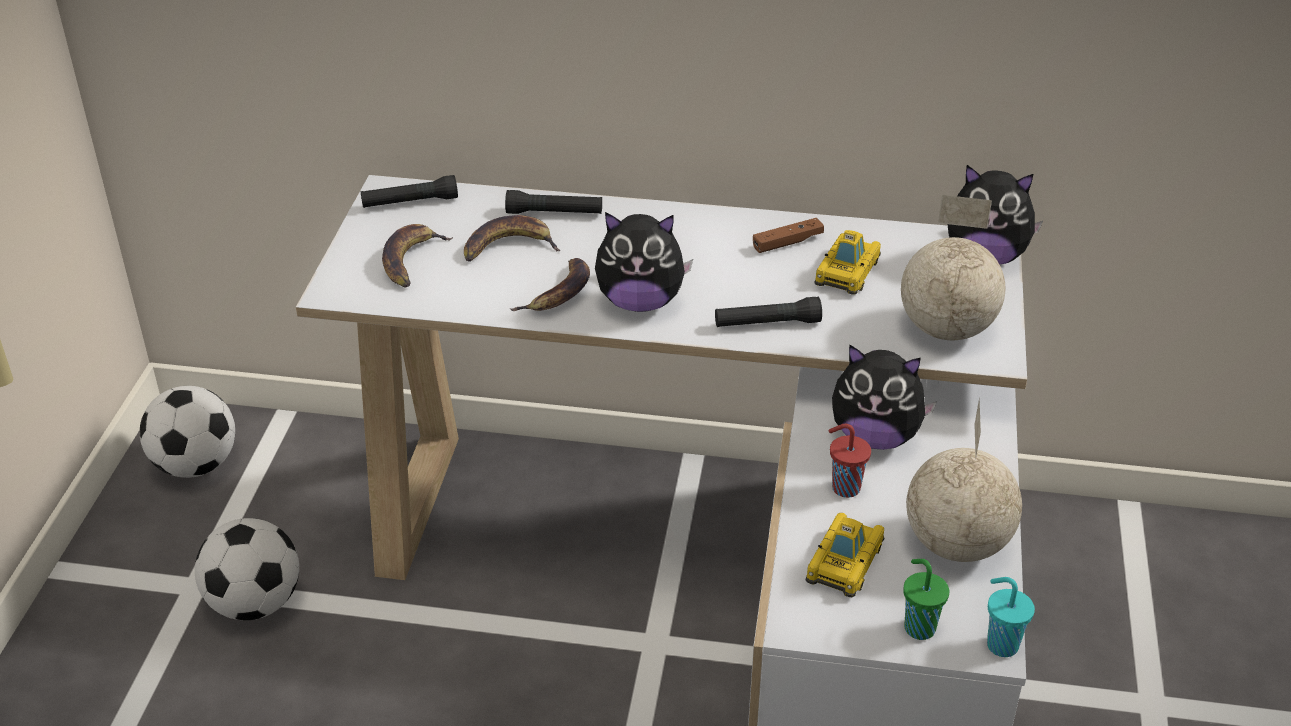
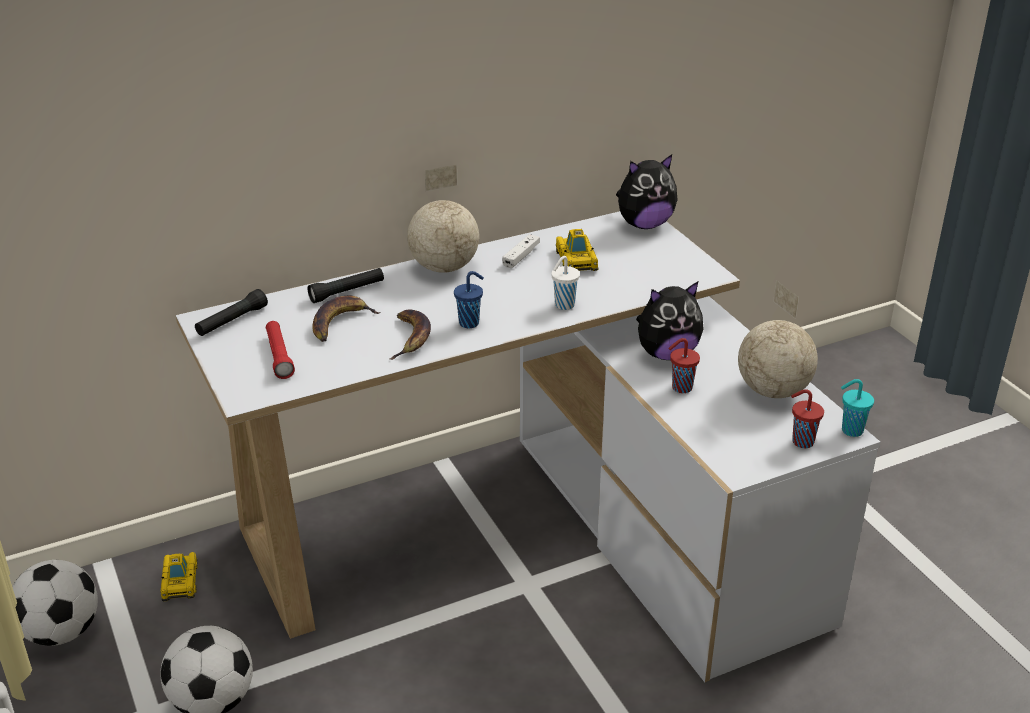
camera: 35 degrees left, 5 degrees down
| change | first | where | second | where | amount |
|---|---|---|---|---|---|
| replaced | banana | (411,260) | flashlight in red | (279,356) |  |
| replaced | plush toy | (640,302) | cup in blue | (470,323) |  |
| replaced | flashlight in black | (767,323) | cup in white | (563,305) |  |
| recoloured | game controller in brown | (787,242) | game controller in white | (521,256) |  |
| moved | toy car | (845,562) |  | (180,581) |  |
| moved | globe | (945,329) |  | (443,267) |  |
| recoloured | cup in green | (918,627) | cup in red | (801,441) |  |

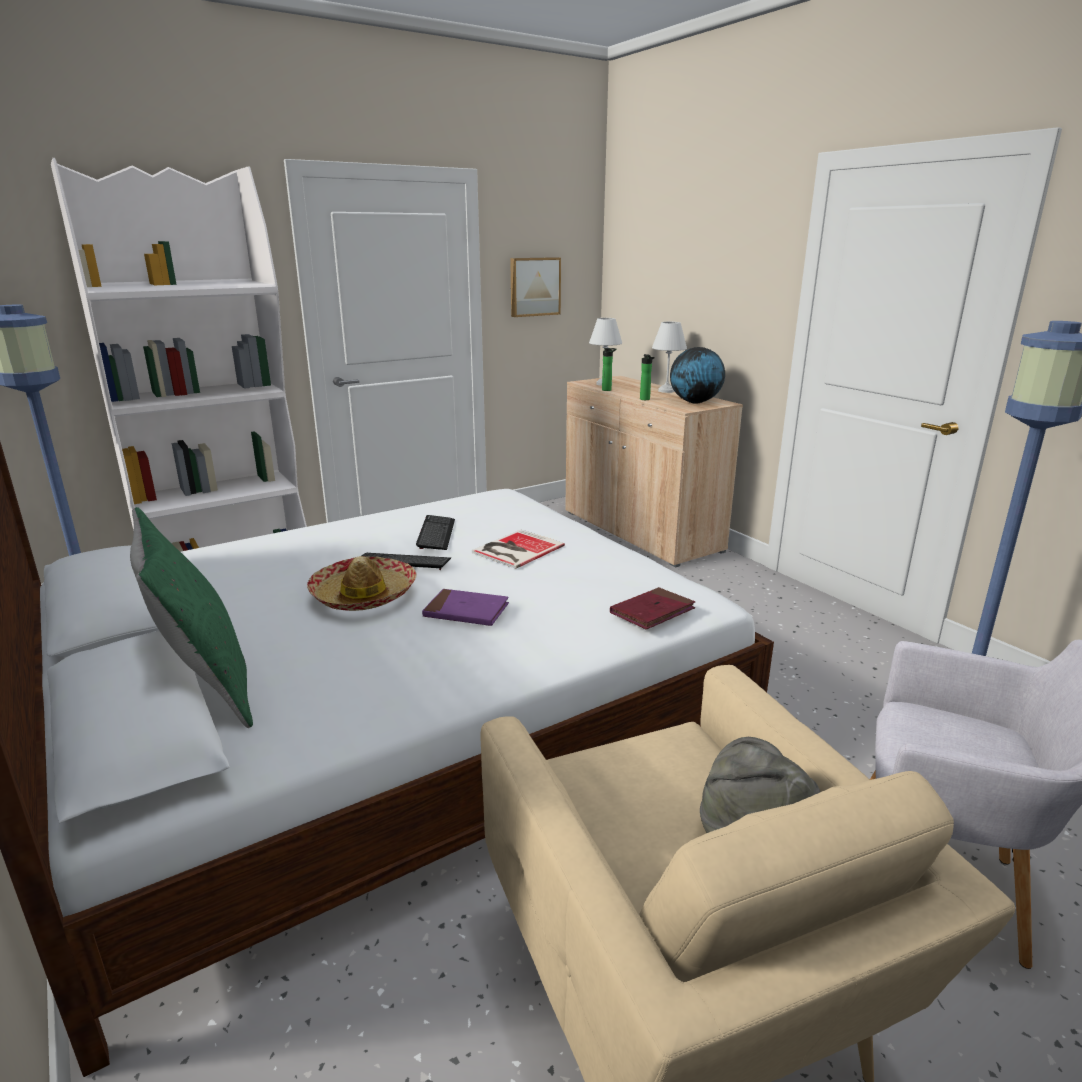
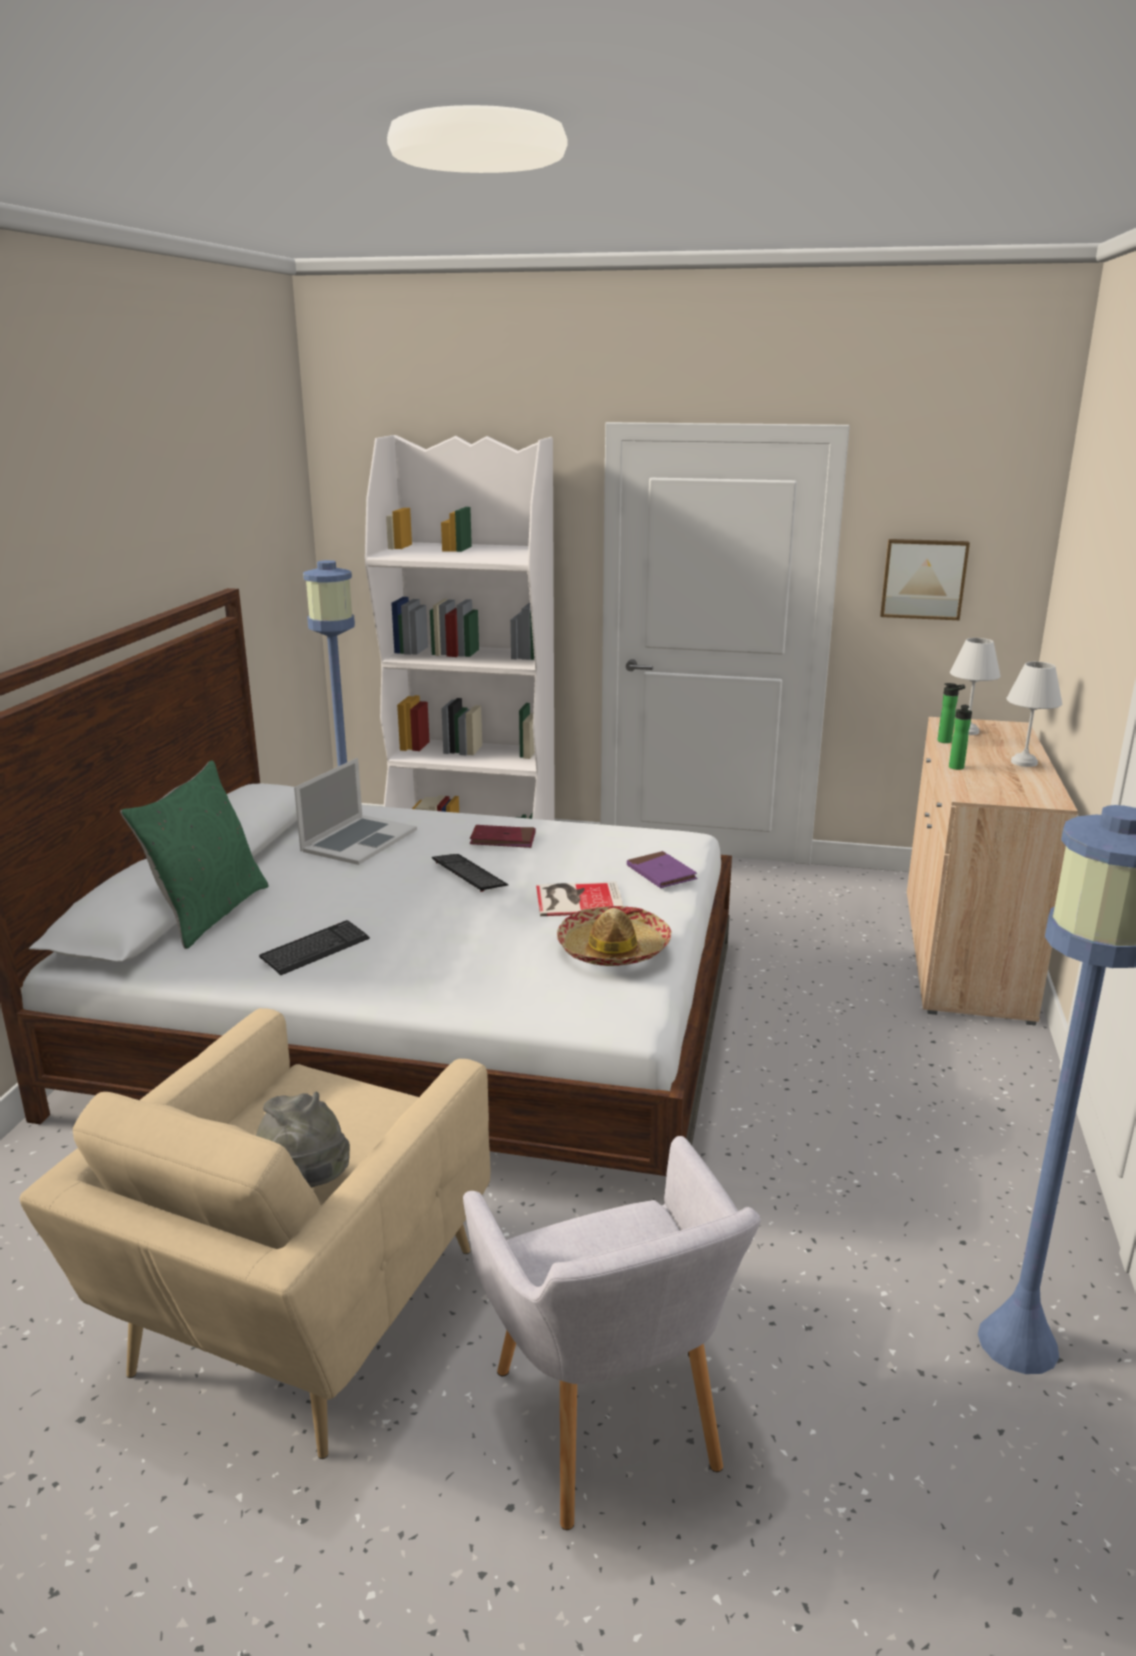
camera: 45 degrees right, 0 degrees up
| change | first | where | second | where | amount |
|---|---|---|---|---|---|
| moved | hat | (364,595) |  | (613,949) |  |
| moved | keyboard | (436,534) |  | (315,950) |  |
| moved | book in purple | (466,611) |  | (661,873) |  |
| moved | book in red | (652,612) |  | (503,840) |  |
| removed | globe | (695,402) |  |  |  |
| added |  |  | laptop | (358,840) |  |

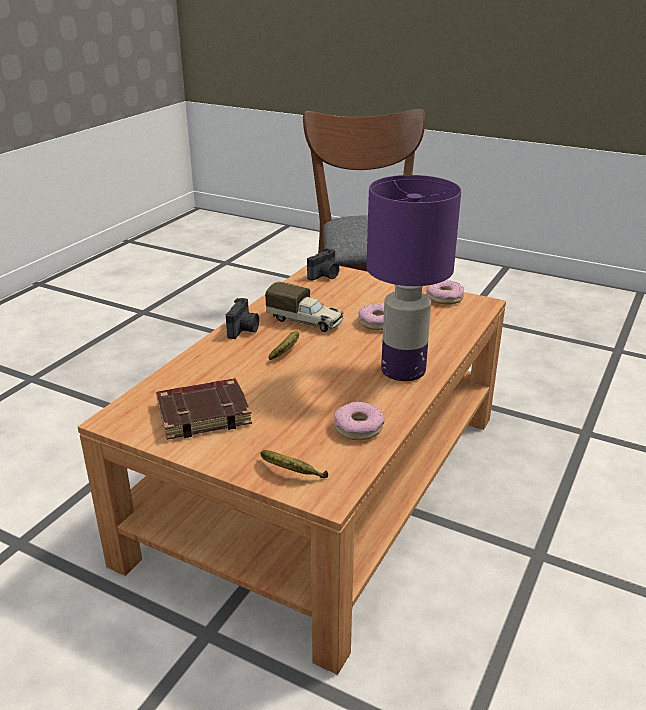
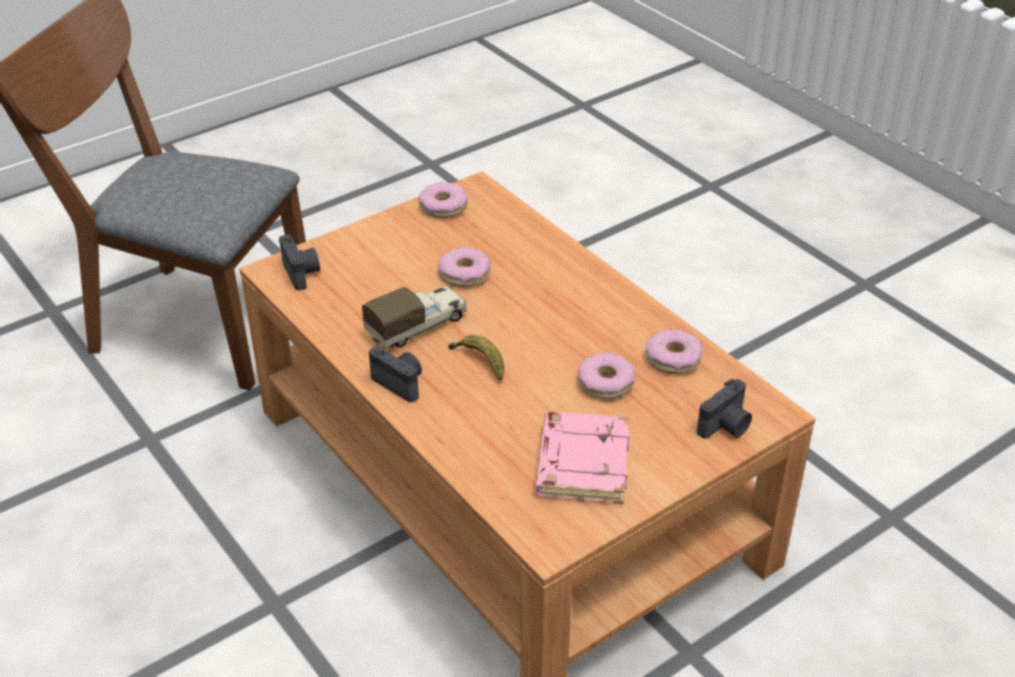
camera: 65 degrees left, 10 degrees up
| change | first | where | second | where | amount |
|---|---|---|---|---|---|
| recoloured | book in brown | (204,413) | book in pink | (581,463) |  |
| replaced | banana | (291,472) | photo camera | (726,426) |  |
| removed | table lamp in purple | (402,371) |  |  |  |
| added |  |  | donut | (605,383) |  |

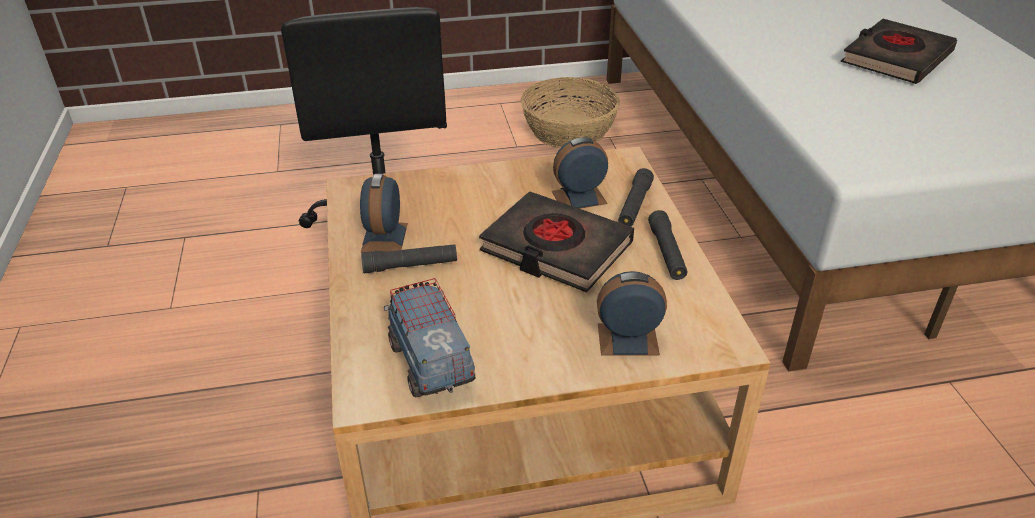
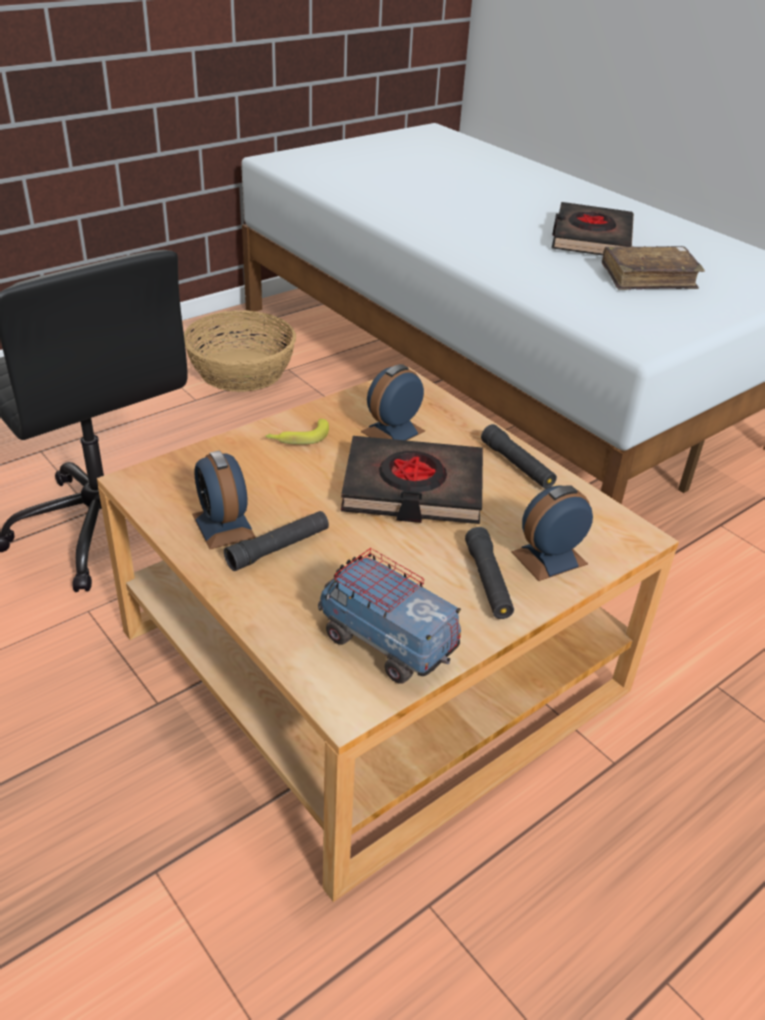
camera: 30 degrees left, 0 degrees up
| change | first | where | second | where | amount |
|---|---|---|---|---|---|
| moved | flashlight in black | (634,206) |  | (488,581) |  |
| added |  |  | banana | (298,438) |  |
| added |  |  | book in brown | (648,278) |  |

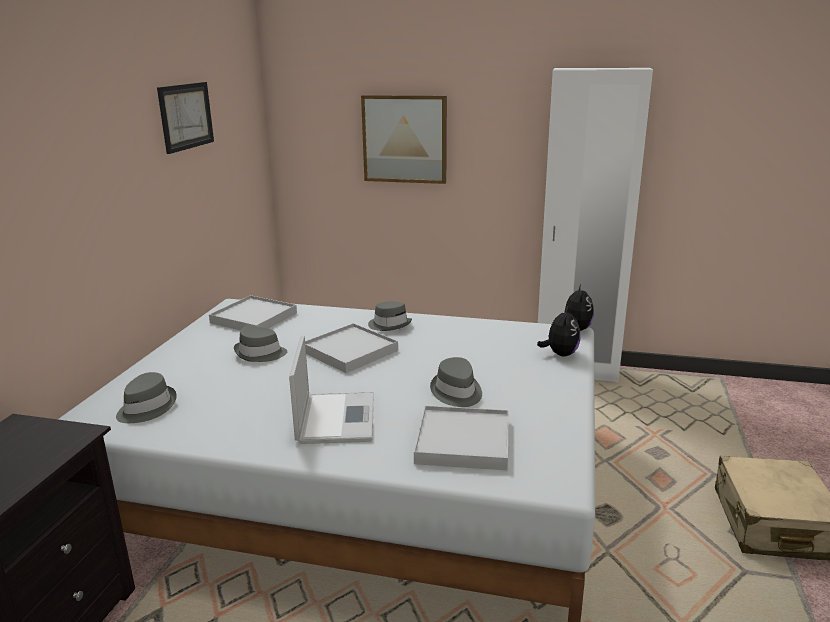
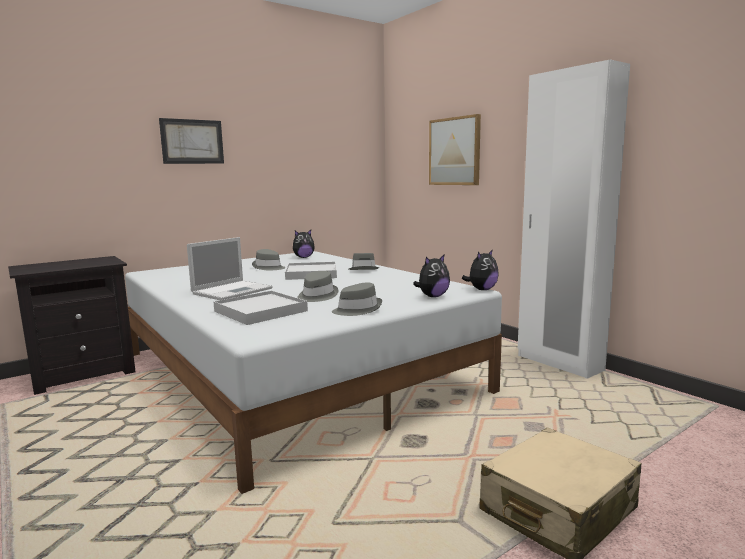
camera: 40 degrees right, 10 degrees down
| change | first | where | second | where | amount |
|---|---|---|---|---|---|
| moved | hat in grey | (146,408) |  | (357,310) |  |
| moved | picture | (186,116) |  | (192,141) |  |
| replaced | tray in white | (254,318) | plush toy | (303,257) |  |

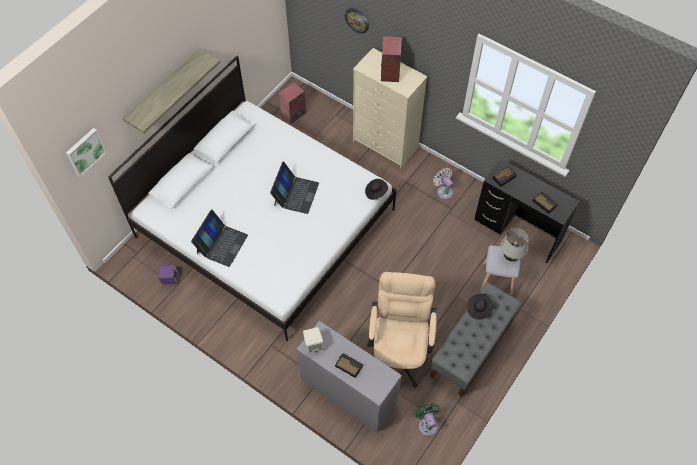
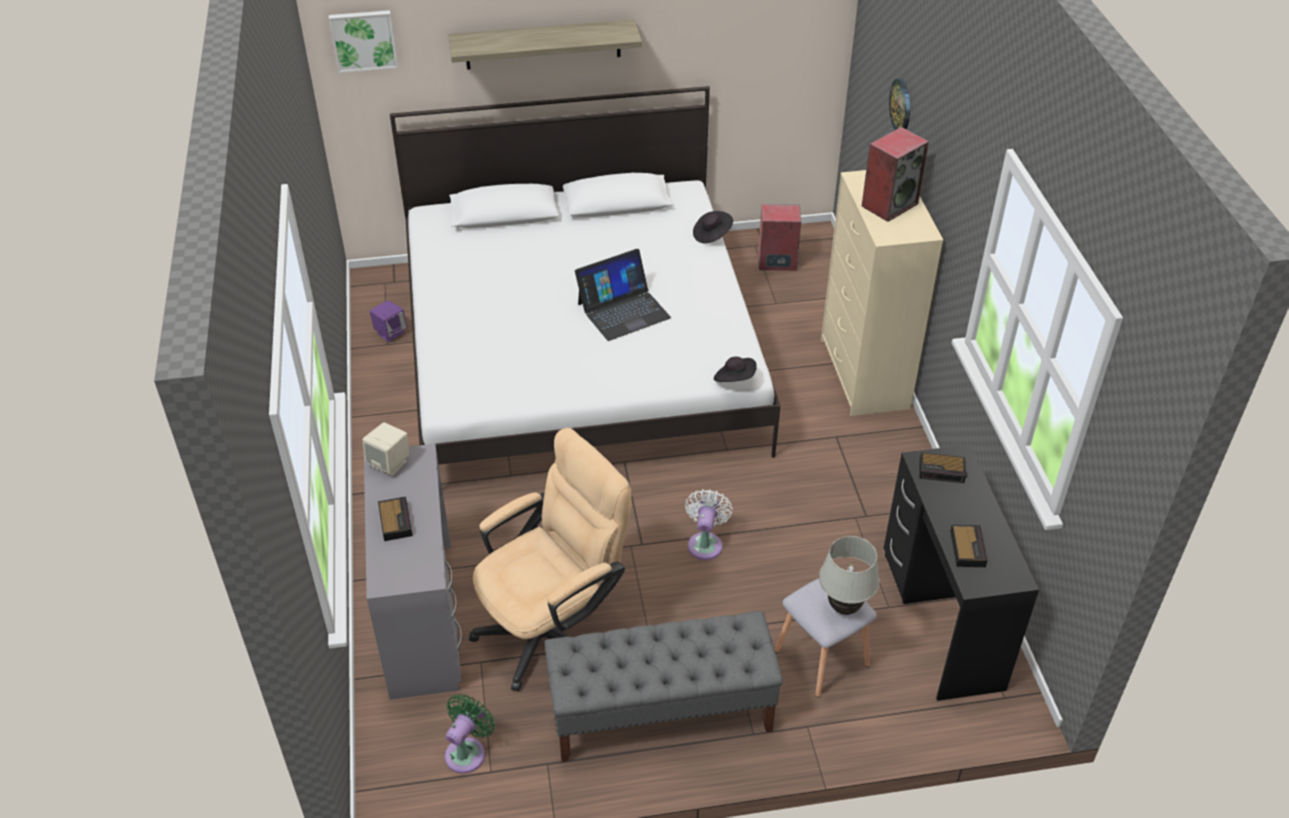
camera: 45 degrees right, 15 degrees down
| change | first | where | second | where | amount |
|---|---|---|---|---|---|
| removed | laptop | (221,244) |  |  |  |
| moved | fan in white | (443,191) |  | (705,543) |  |
| moved | hat in black | (479,309) |  | (712,235) |  |

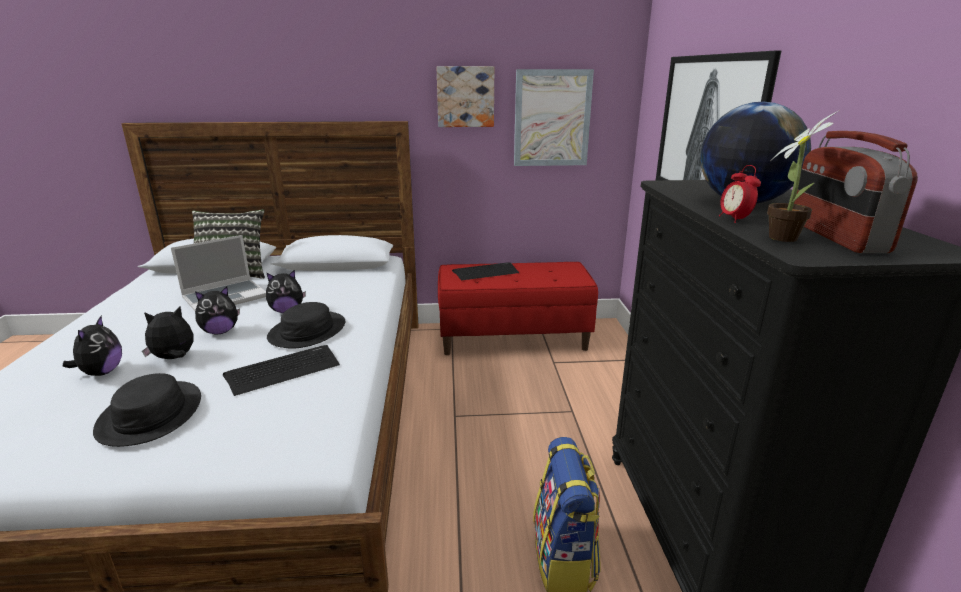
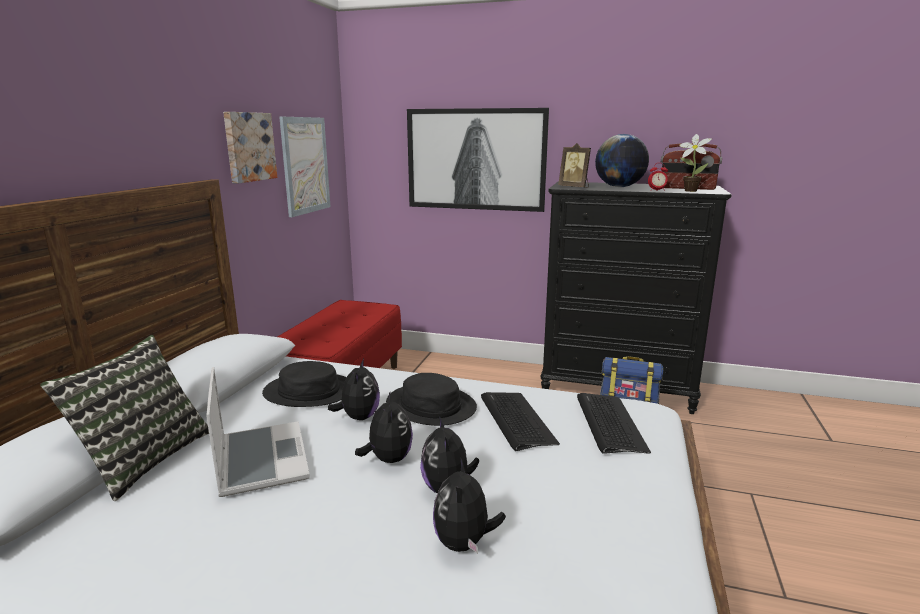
camera: 70 degrees left, 5 degrees down
| change | first | where | second | where | amount |
|---|---|---|---|---|---|
| turned | plush toy | (101,372) |  | (464,543) | 105 degrees counterclockwise |
| moved | hat in black | (151,414) |  | (309,391) |  |
| moved | keyboard | (485,272) |  | (609,424) |  |
| added |  |  | picture frame | (574,187) |  |

